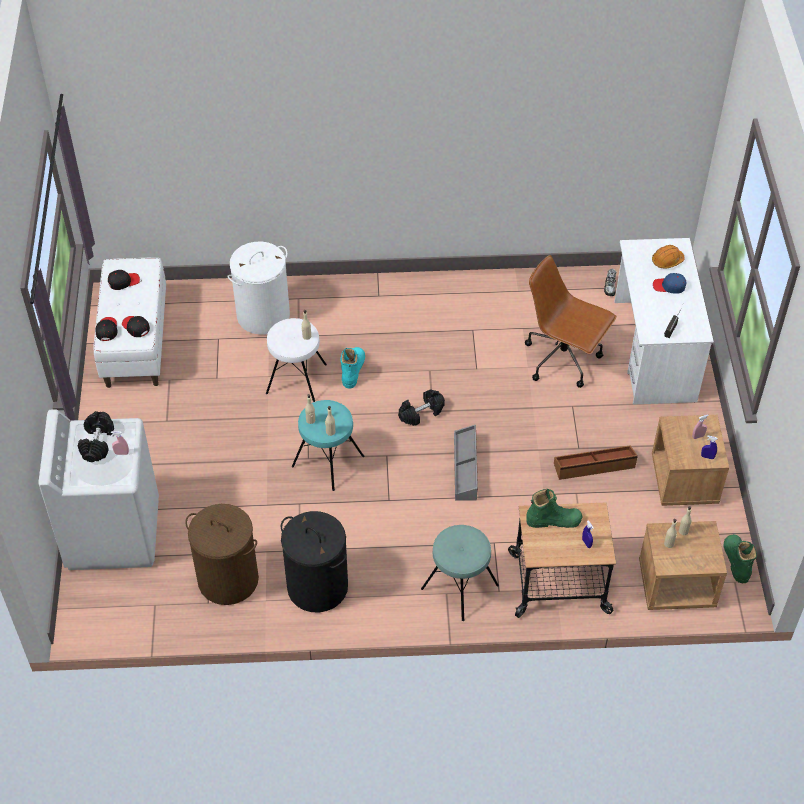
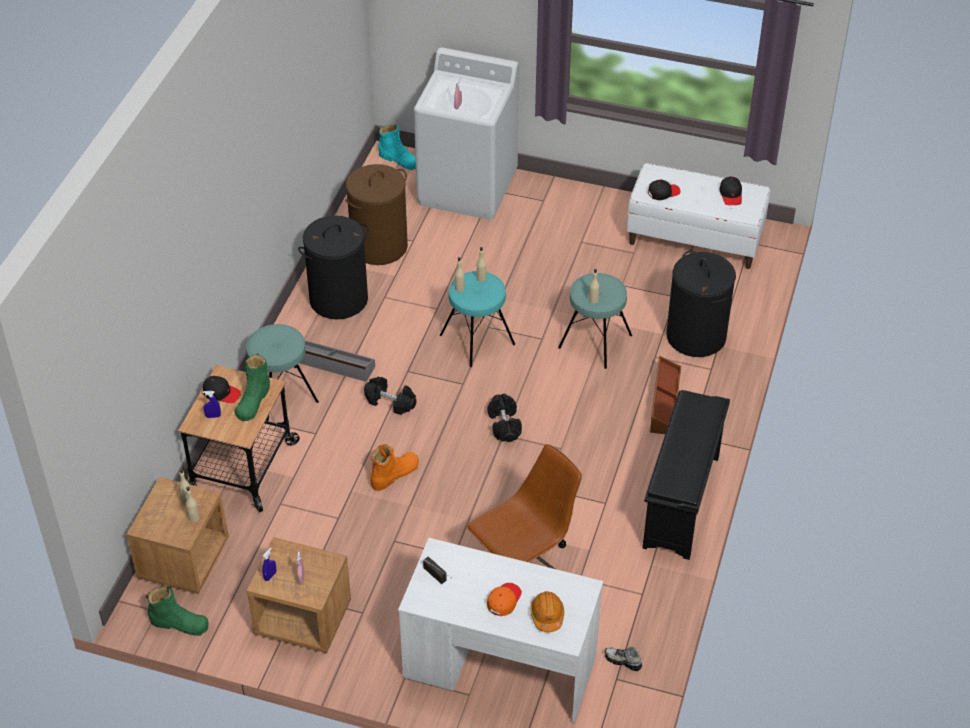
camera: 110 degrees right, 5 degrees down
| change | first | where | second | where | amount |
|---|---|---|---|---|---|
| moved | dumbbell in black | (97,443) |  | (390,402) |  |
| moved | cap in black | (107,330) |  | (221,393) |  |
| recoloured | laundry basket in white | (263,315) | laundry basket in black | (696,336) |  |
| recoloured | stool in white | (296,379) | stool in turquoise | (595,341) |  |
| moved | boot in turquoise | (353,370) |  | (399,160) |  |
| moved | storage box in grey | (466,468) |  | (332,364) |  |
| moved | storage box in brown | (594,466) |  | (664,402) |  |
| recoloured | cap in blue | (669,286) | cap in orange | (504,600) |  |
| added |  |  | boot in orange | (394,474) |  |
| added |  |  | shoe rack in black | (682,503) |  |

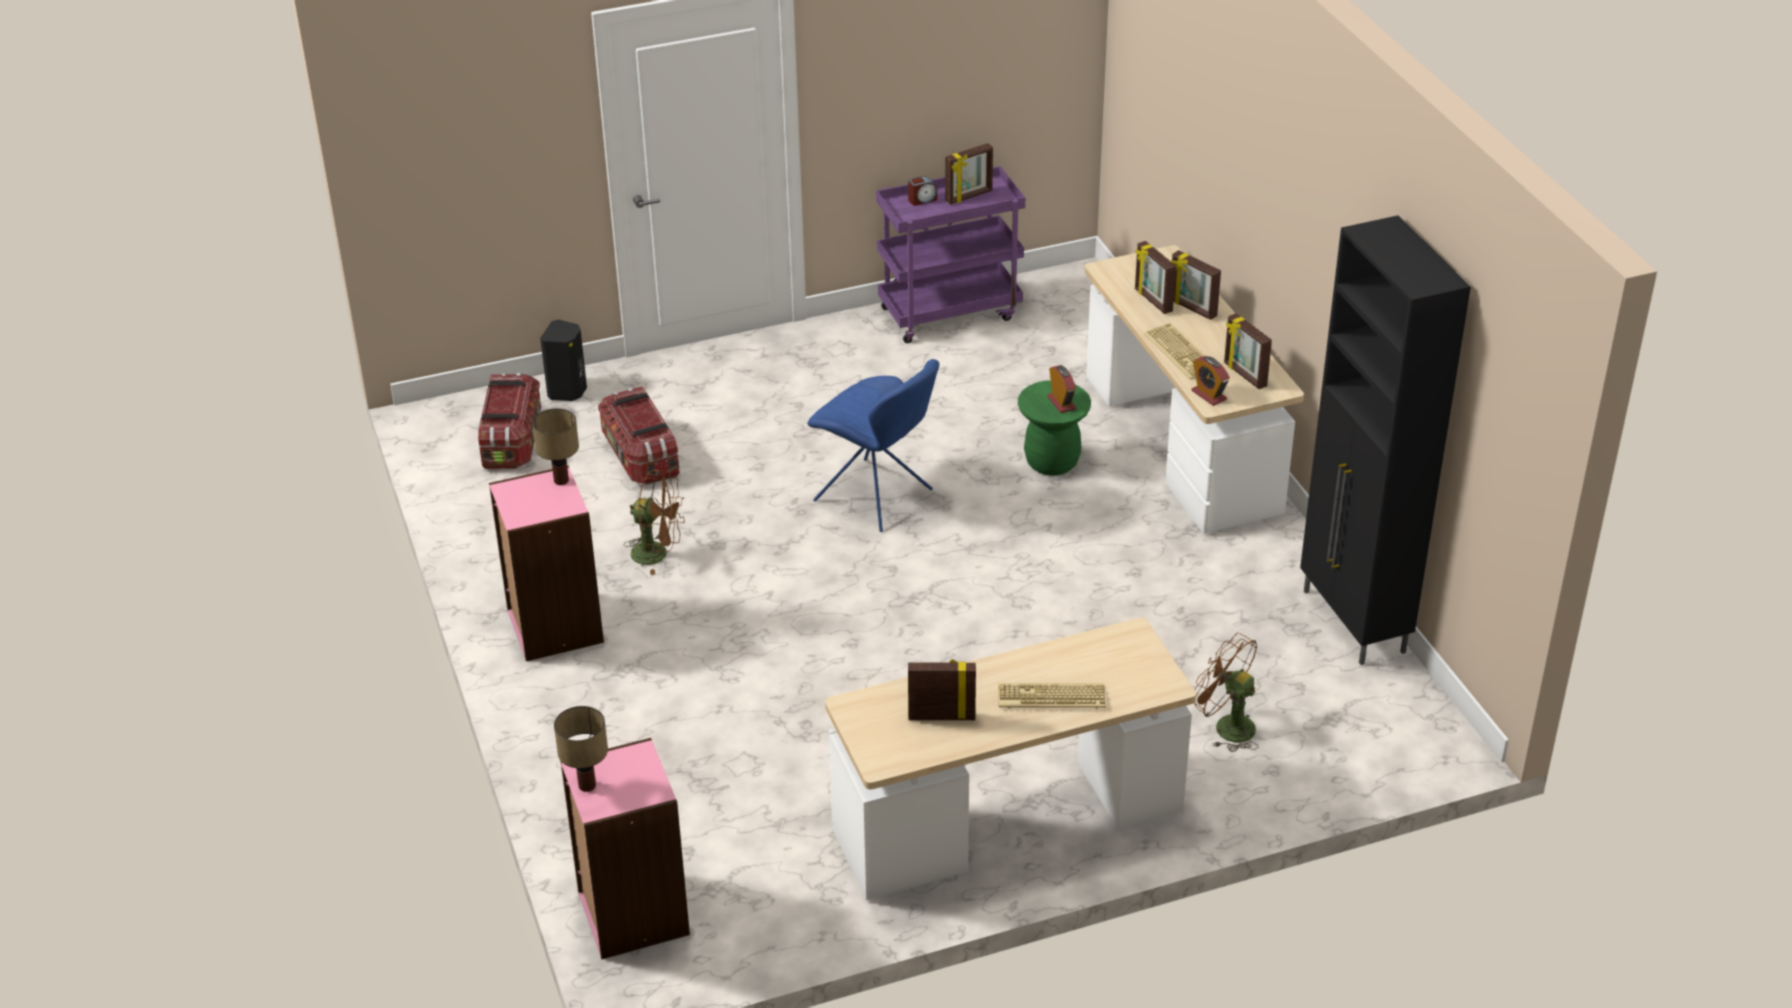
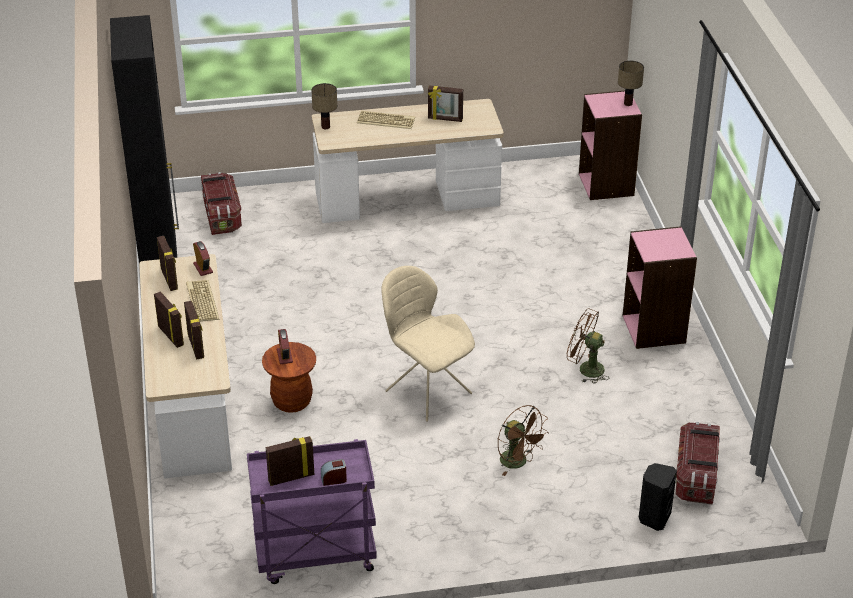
camera: 170 degrees left, 0 degrees up
| change | first | where | second | where | amount |
|---|---|---|---|---|---|
| moved | table lamp | (560,480) |  | (326,127) |  |
| moved | storage box | (640,456) |  | (222,215) |  |
| recoloured | chair in blue | (876,497) | chair in beige | (426,390) |  |
| recoloured | stool in green | (1052,462) | stool in brown | (292,401) |  |
| moved | fan in brown | (1226,726) |  | (518,462) |  |

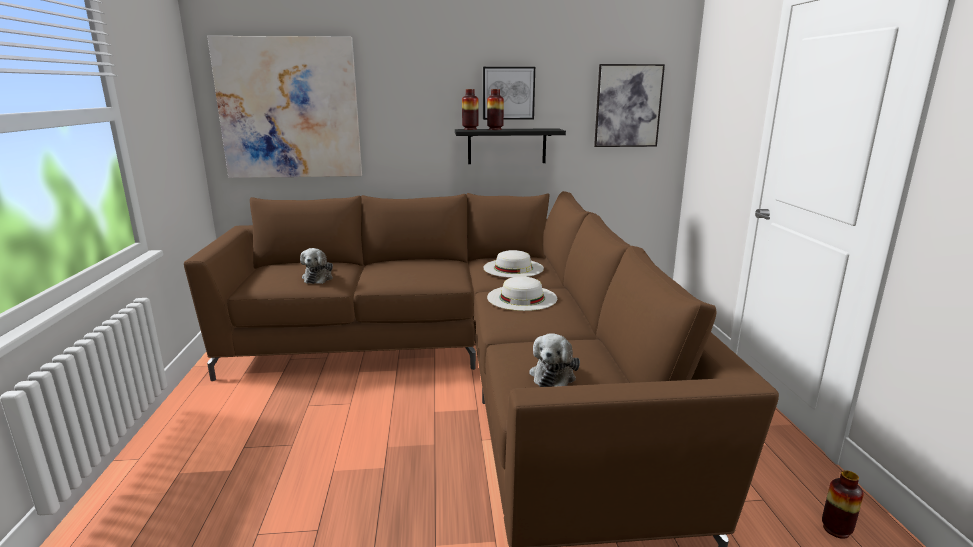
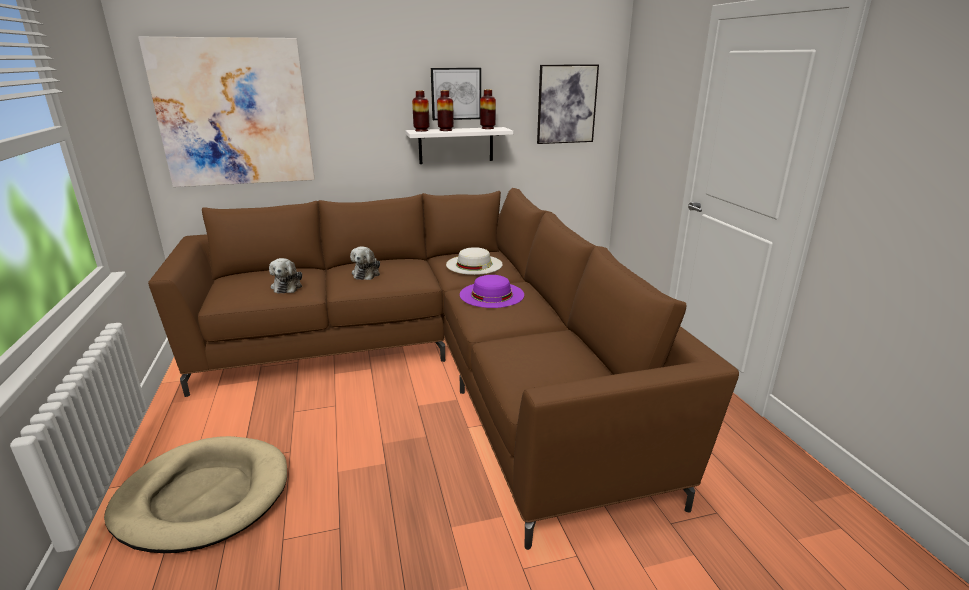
camera: 10 degrees left, 5 degrees up
| change | first | where | second | where | amount |
|---|---|---|---|---|---|
| recoloured | shelf in black | (507,146) | shelf in white | (456,145) |  |
| recoloured | hat in white | (522,297) | hat in purple | (491,294) |  |
| moved | plush toy | (553,375) |  | (367,273) |  |
| moved | vase | (836,529) |  | (487,128) |  |
| added |  |  | dog bed in beige | (204,497) |  |

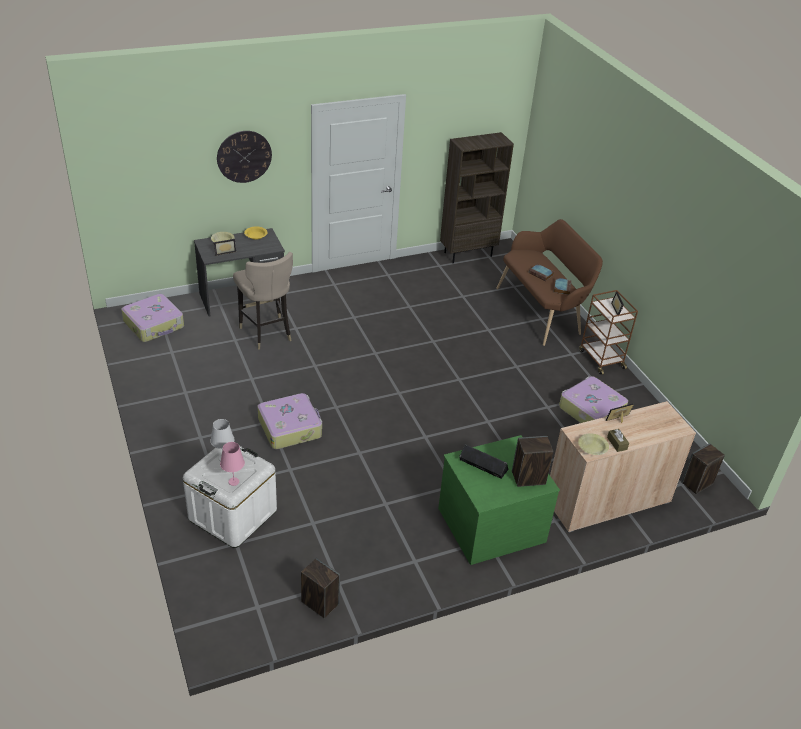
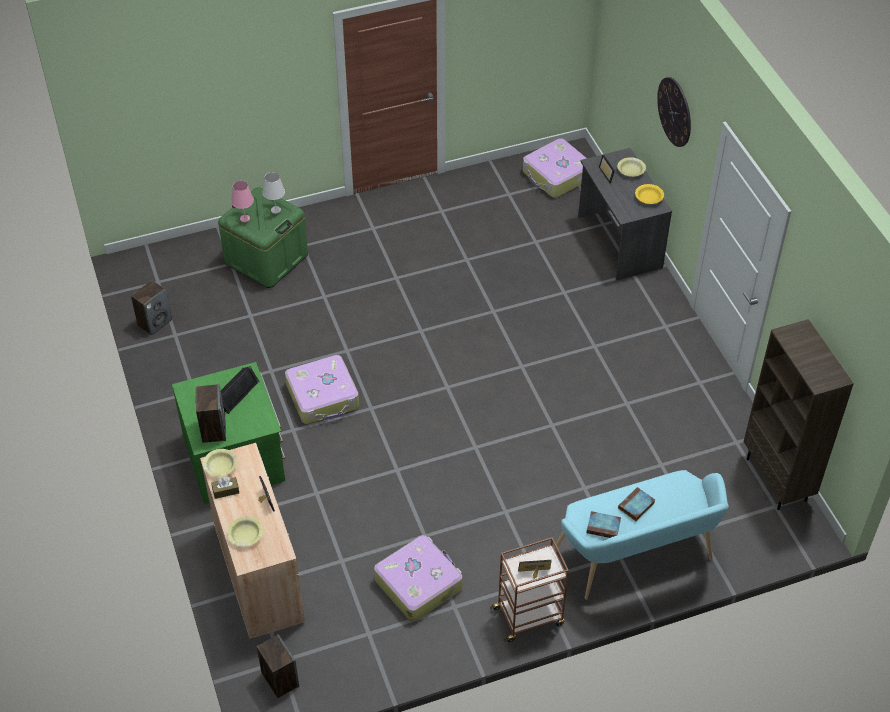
camera: 95 degrees right, 10 degrees up
| change | first | where | second | where | amount |
|---|---|---|---|---|---|
| recoloured | storage box in white | (233,514) | storage box in green | (266,259) |  |
| removed | stool in beige | (266,333) |  |  |  |
| moved | suitcase | (290,427) |  | (323,397) |  |
| recoloured | bench in brown | (542,311) | bench in turquoise | (638,559) |  |
| added |  |  | bowl in yellow | (245,535) |  |

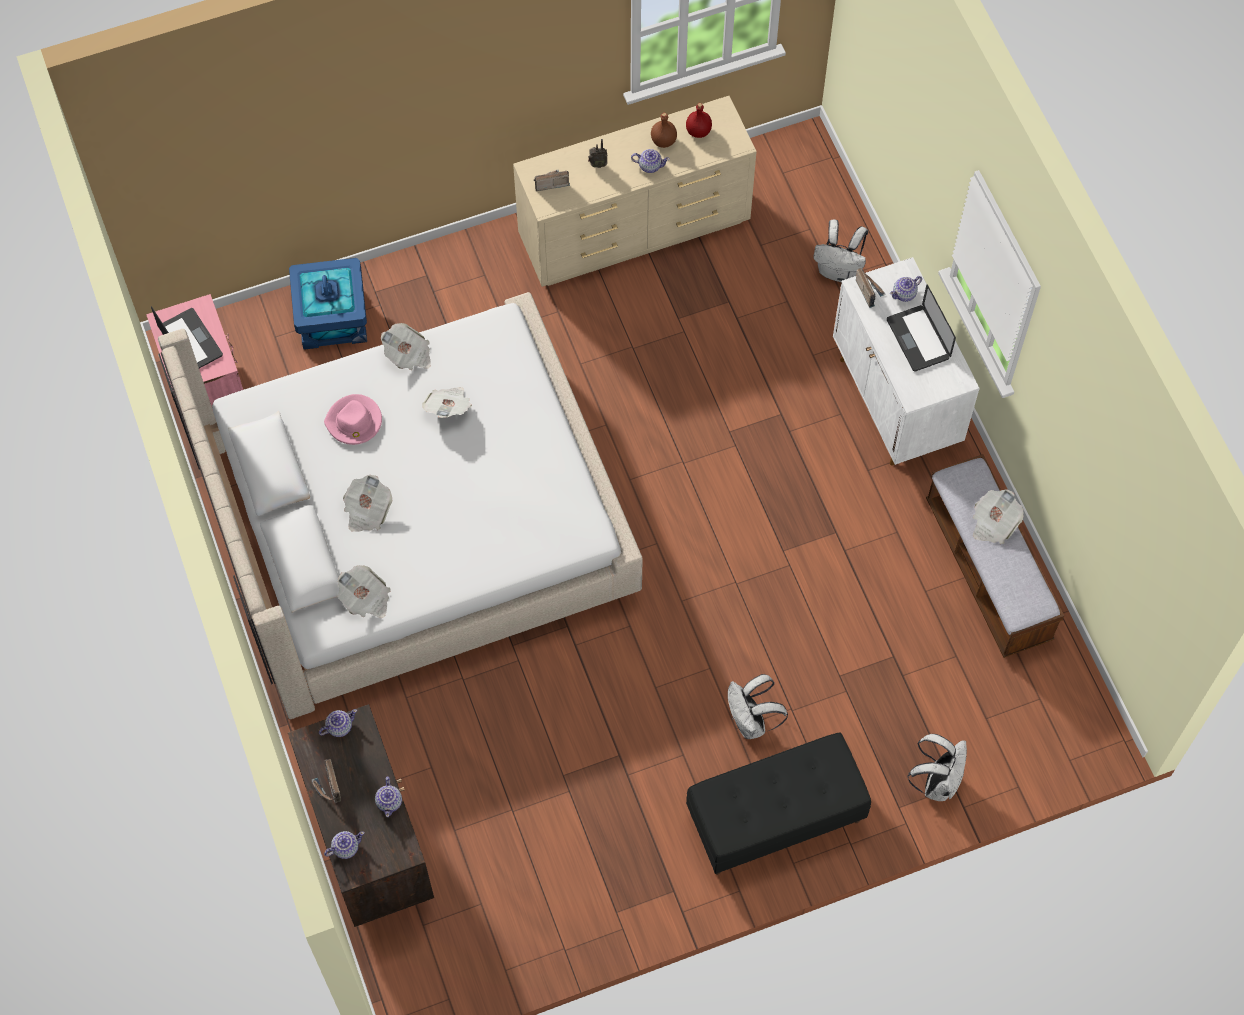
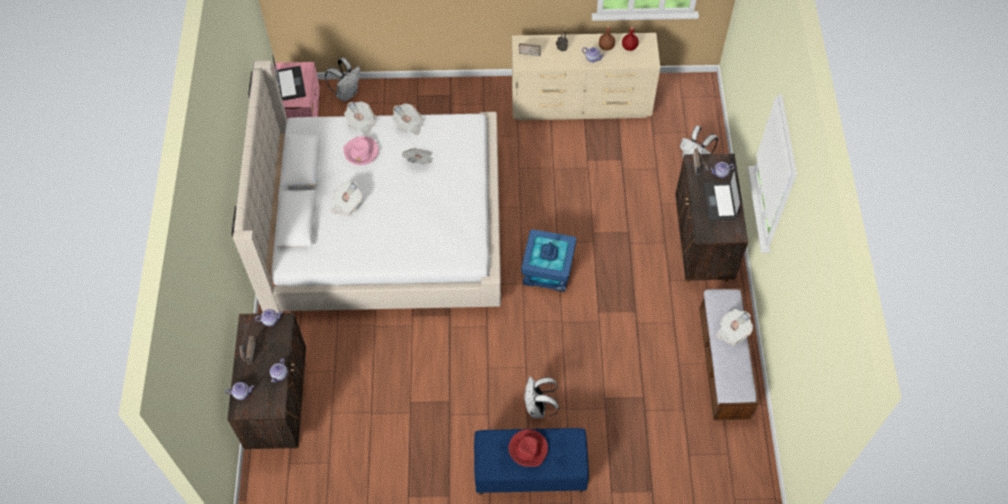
camera: 20 degrees right, 5 degrees down
| change | first | where | second | where | amount |
|---|---|---|---|---|---|
| moved | storage box in blue | (333,318) |  | (548,270) |  |
| moved | newspaper | (366,599) |  | (361,123) |  |
| recoloured | bench in black | (774,819) | bench in blue | (529,472) |  |
| recoloured | cabinet in white | (895,402) | cabinet in brown | (701,246) |  |
| moved | backpack in white | (937,781) |  | (347,93) |  |
| added |  |  | hat in red | (528,449) |  |

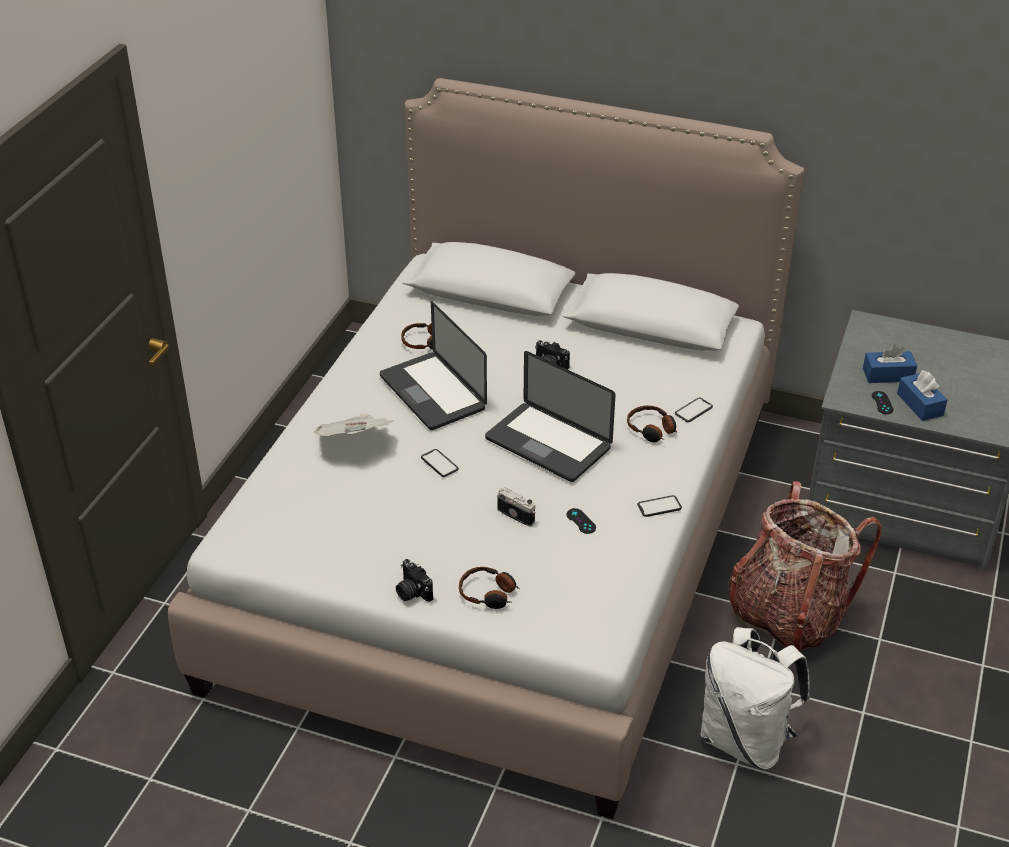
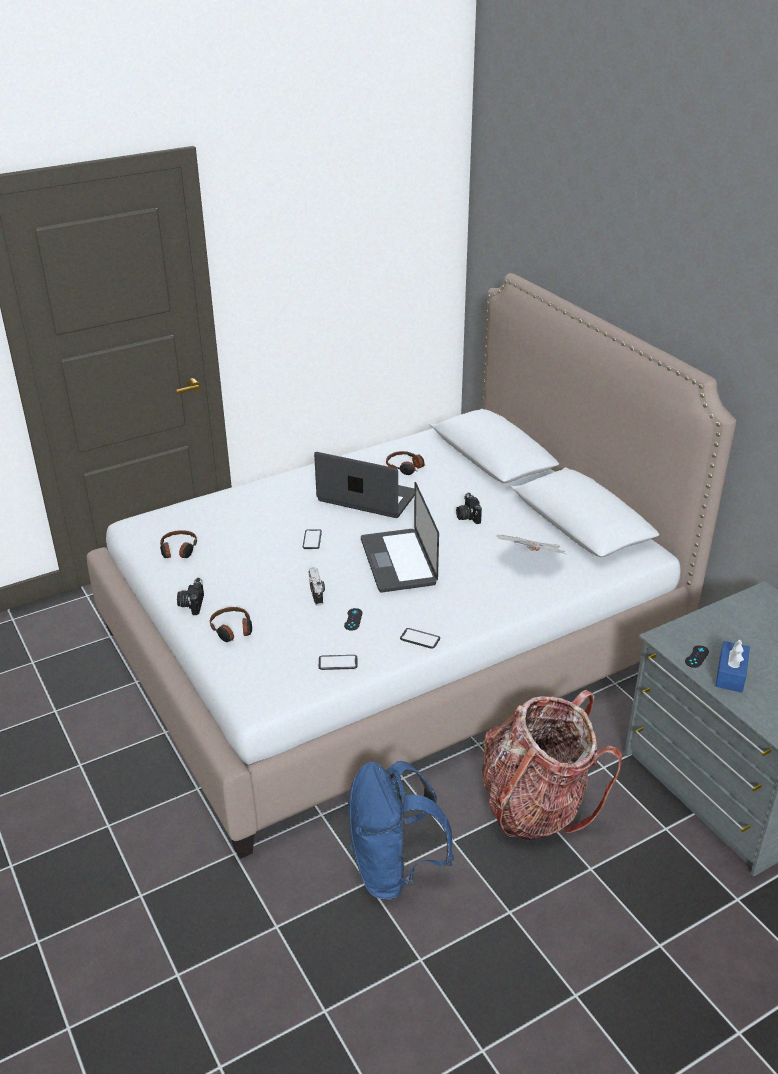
camera: 40 degrees right, 5 degrees down
| change | first | where | second | where | amount |
|---|---|---|---|---|---|
| moved | newspaper | (355,442) |  | (533,559) |  |
| turned | laptop | (432,392) |  | (367,497) | 105 degrees clockwise |
| moved | headphones | (651,429) |  | (178,550) |  |
| moved | phone | (693,410) |  | (338,663) |  |
| recoloured | backpack in white | (746,740) | backpack in blue | (394,870) |  |
| removed | tissue box in blue | (888,375) |  |  |  |

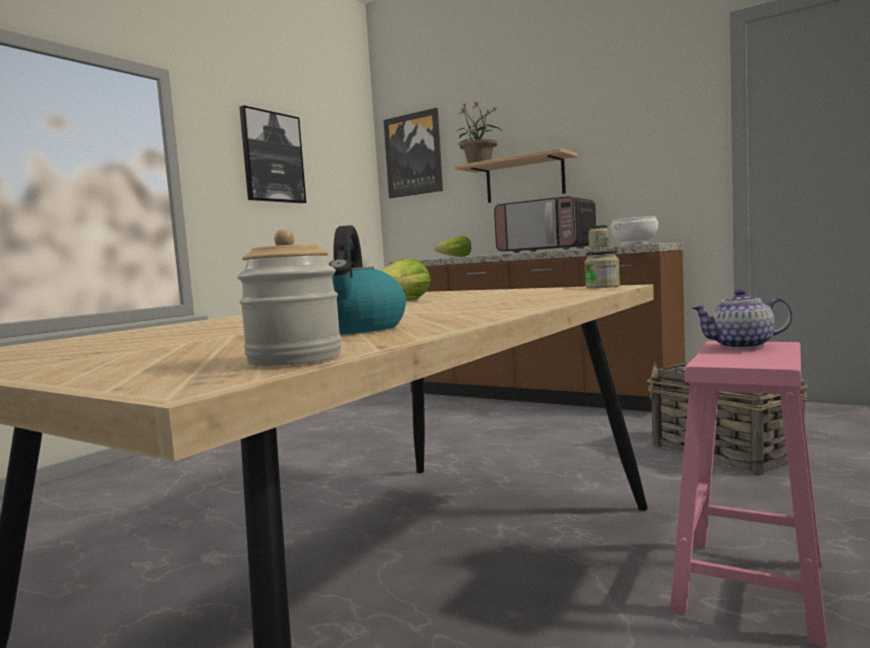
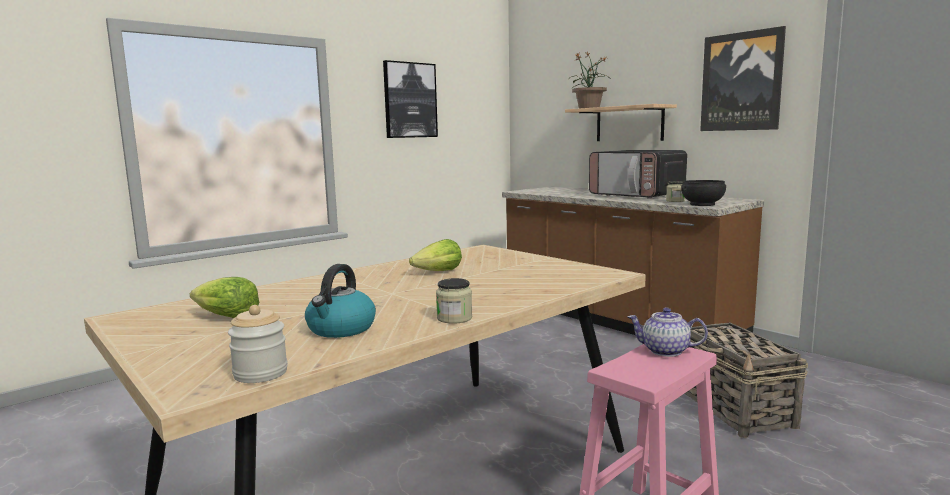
camera: 15 degrees right, 5 degrees up
| change | first | where | second | where | amount |
|---|---|---|---|---|---|
| moved | picture | (413,154) |  | (741,82) |  |
| moved | lettuce | (455,257) |  | (225,317) |  |
| moved | jar | (602,287) |  | (454,318) |  |
| recoloured | bowl in white | (635,244) | bowl in black | (702,204) |  |

